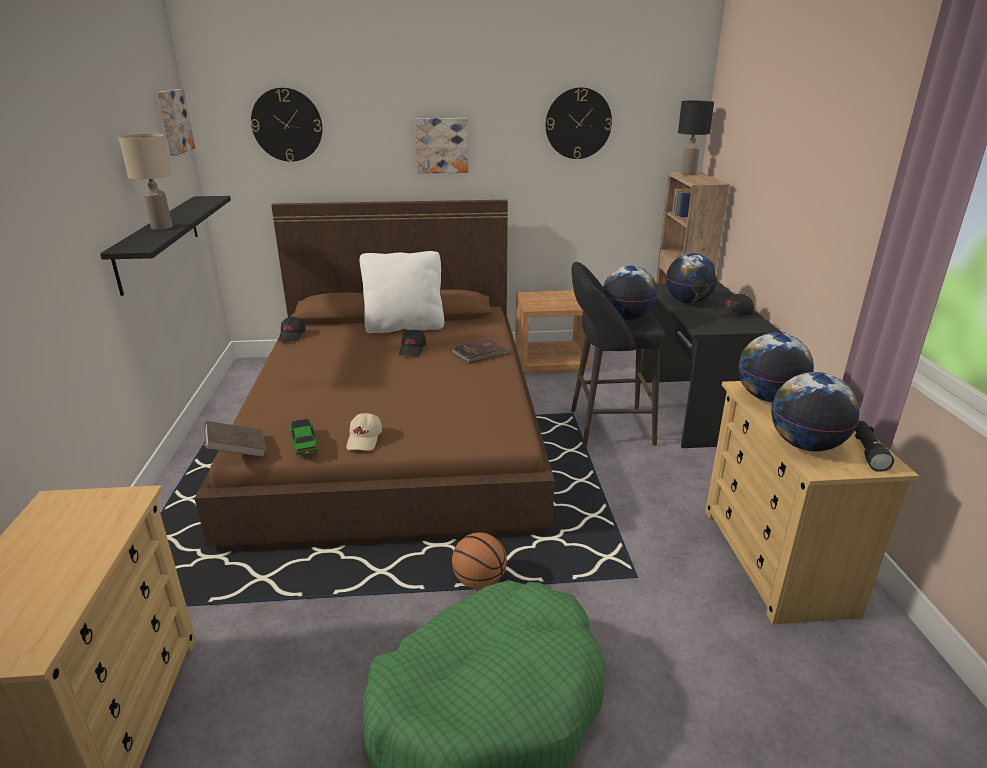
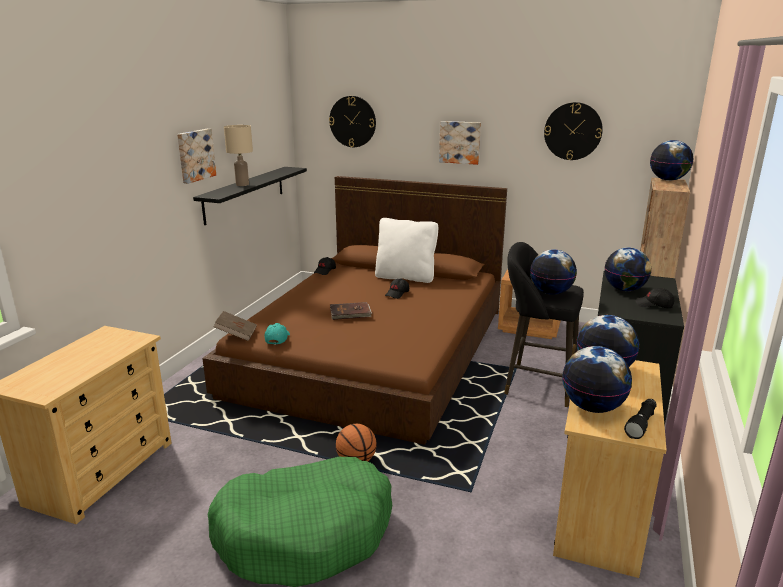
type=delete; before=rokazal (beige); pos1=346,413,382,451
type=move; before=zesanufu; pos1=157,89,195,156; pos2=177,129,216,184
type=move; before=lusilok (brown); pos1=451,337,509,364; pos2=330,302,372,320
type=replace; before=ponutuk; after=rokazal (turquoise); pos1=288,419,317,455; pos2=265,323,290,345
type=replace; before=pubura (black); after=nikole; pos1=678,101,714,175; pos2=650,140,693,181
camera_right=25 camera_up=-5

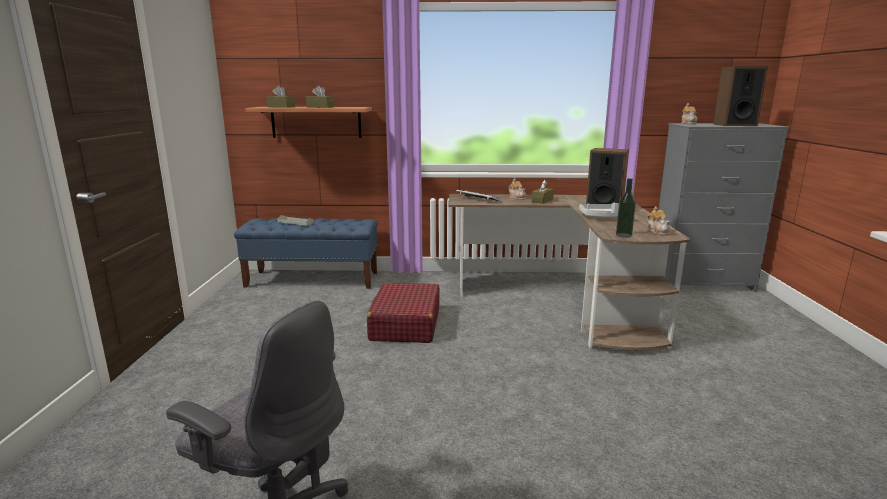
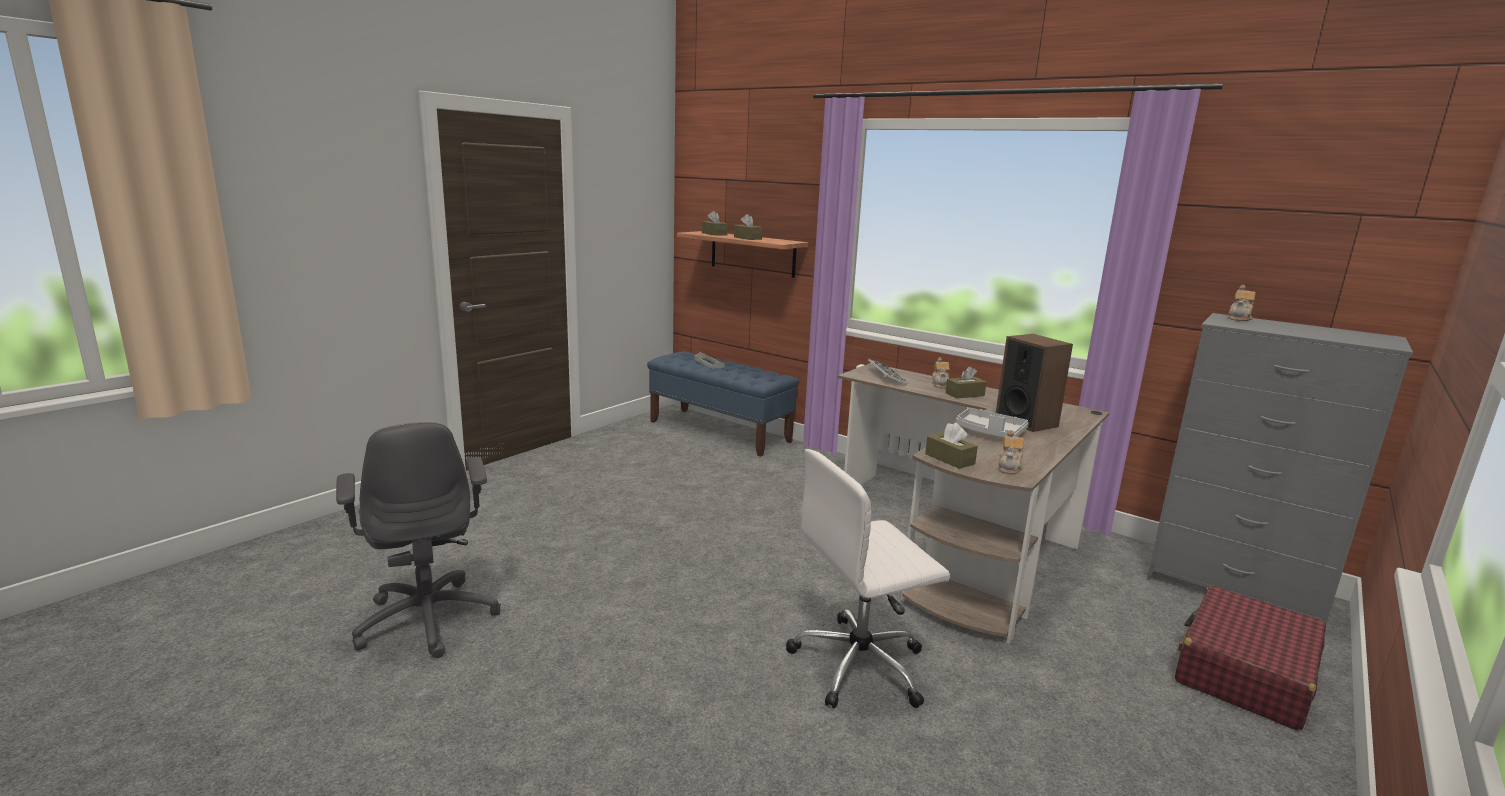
type=delete; before=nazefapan; pos1=713,67,768,126
type=insert; after=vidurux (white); pos2=786,449,950,709
type=move; before=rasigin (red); pos1=367,283,440,343; pos2=1175,586,1326,731
type=replace; before=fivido; after=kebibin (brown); pos1=616,178,636,238; pos2=925,422,978,469
camera_right=35 camera_up=0

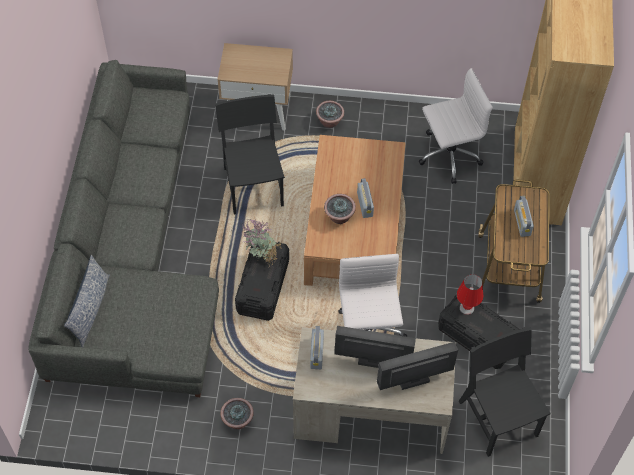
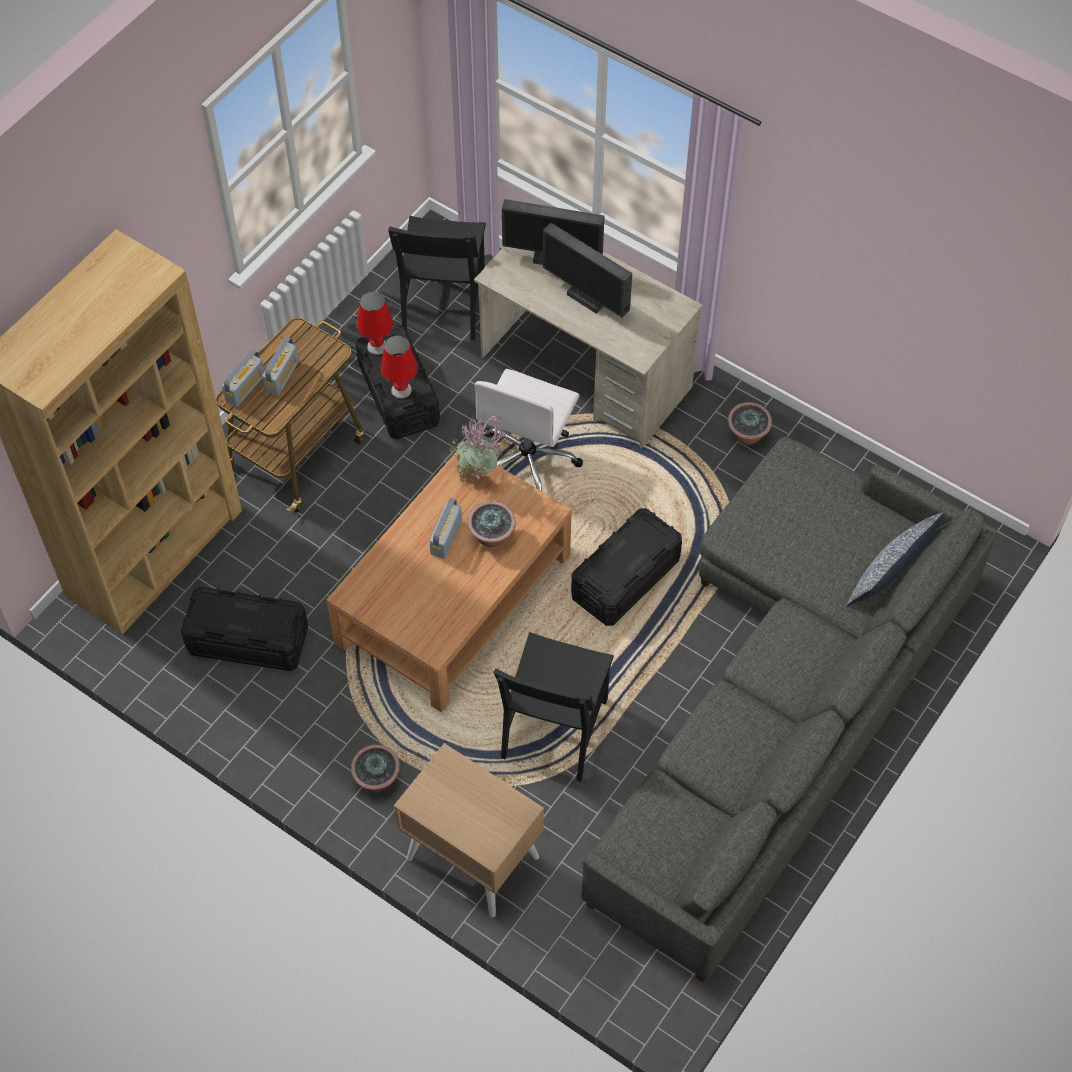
type=insert; after=pubura (red); pos2=357,291,393,355
type=move; before=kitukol; pos1=241,219,282,267; pos2=449,415,507,488
type=move; before=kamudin; pos1=310,326,324,369; pos2=222,349,265,407
type=replace; before=vidurux (white); after=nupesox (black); pos1=419,68,492,184; pos2=181,587,308,671
camera_right=-150 camera_up=0

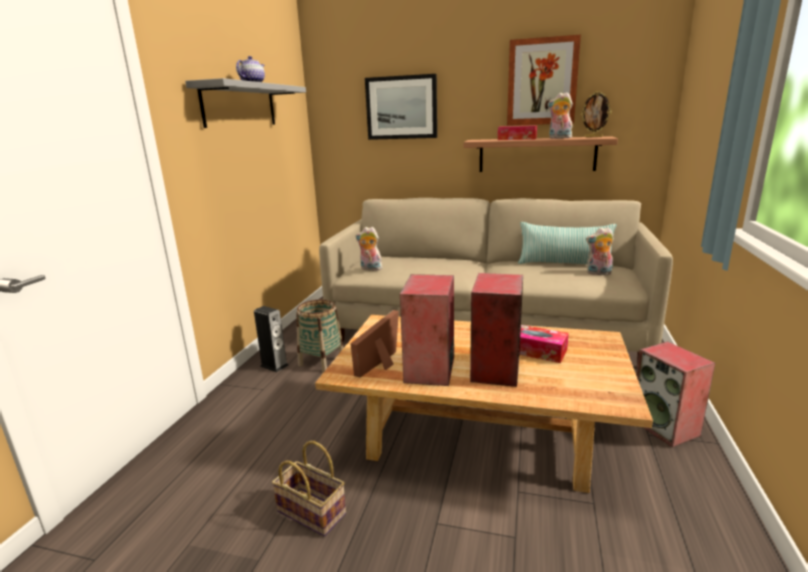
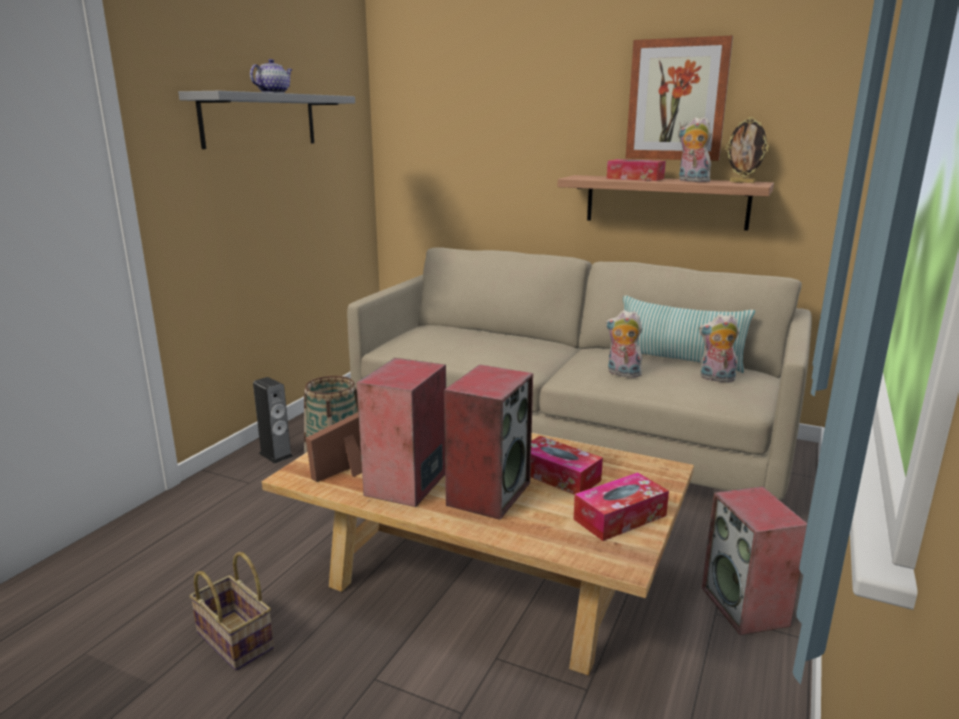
type=delete; before=zesanufu; pos1=365,74,437,140
type=insert; after=kebibin; pos2=574,472,669,541
type=move; before=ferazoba; pos1=356,227,382,271; pos2=606,310,644,378
camera_right=10 camera_up=0

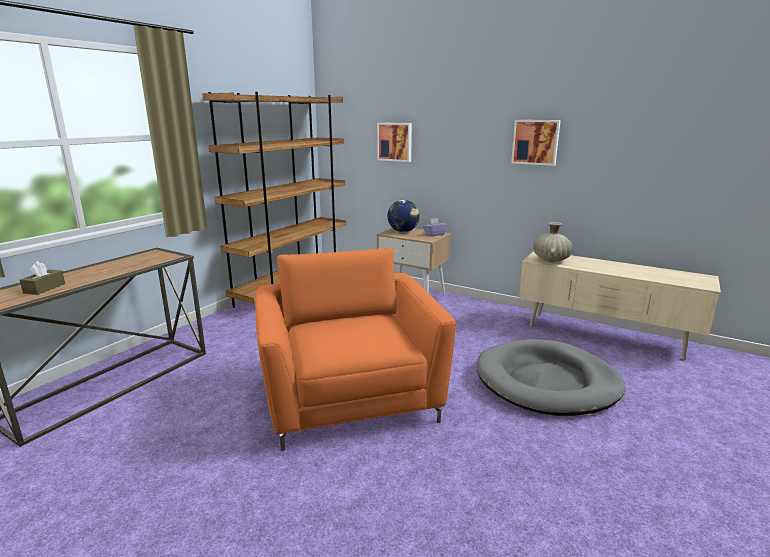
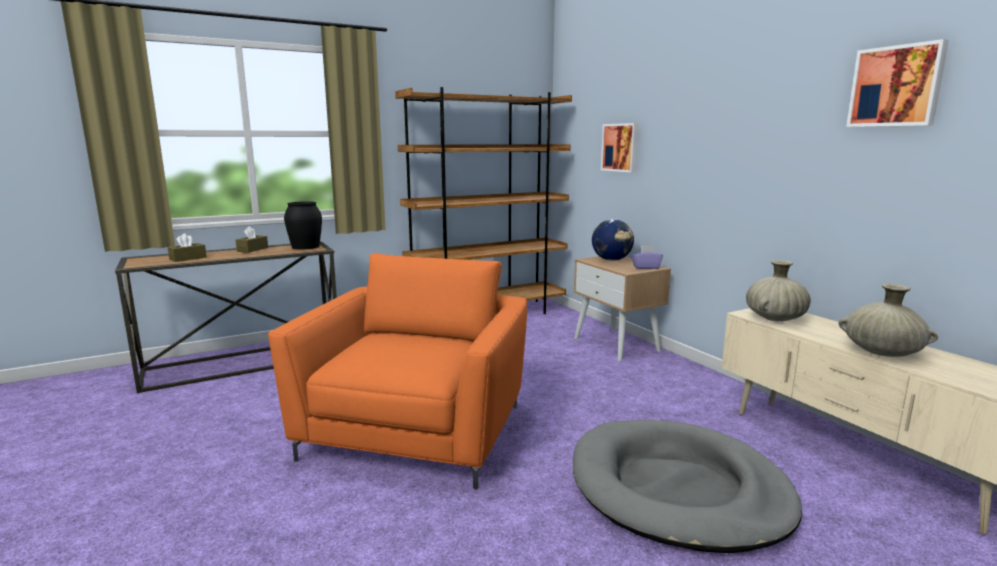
type=insert; after=kebibin (brown); pos2=236,226,268,253
type=insert; after=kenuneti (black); pos2=284,201,322,250
type=insert; after=kenuneti (beige); pos2=839,284,938,357
type=move; before=zesanufu; pos1=511,120,561,166; pos2=846,39,949,127
camera_right=30 camera_up=-5

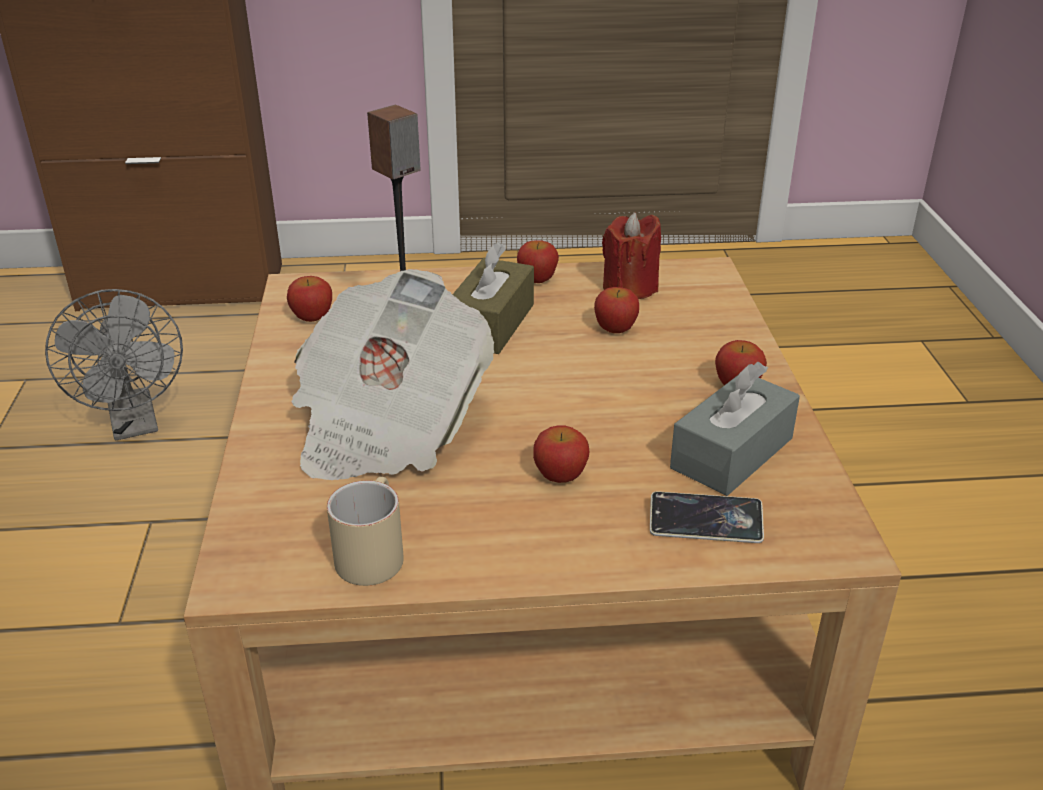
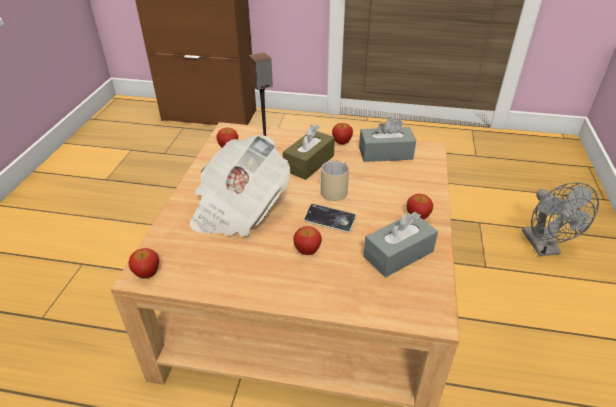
type=move; before=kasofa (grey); pos1=45,289,183,440; pos2=522,182,599,256
type=move; before=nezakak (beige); pos1=327,477,404,586; pos2=321,160,349,201
type=move; before=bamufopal; pos1=594,287,639,333; pos2=128,248,159,279
type=move; before=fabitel; pos1=650,492,764,543; pos2=304,204,356,233
type=replace; before=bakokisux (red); after=kebibin (grey); pos1=602,212,661,299; pos2=359,116,416,162
camera_right=15 camera_up=5

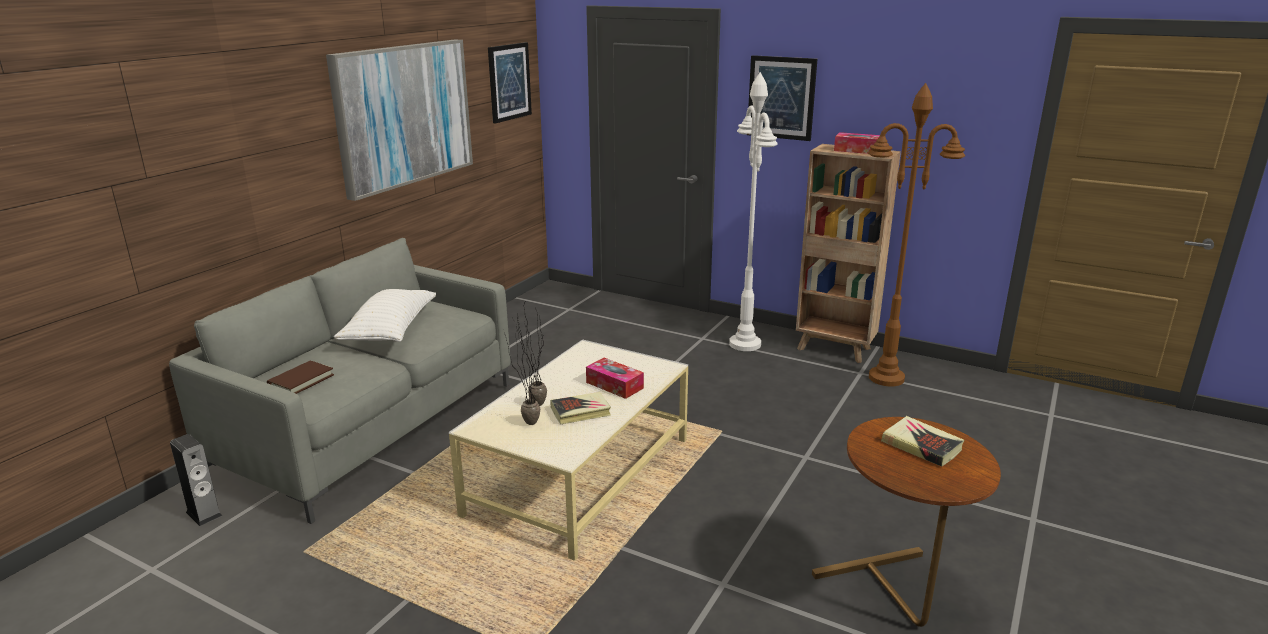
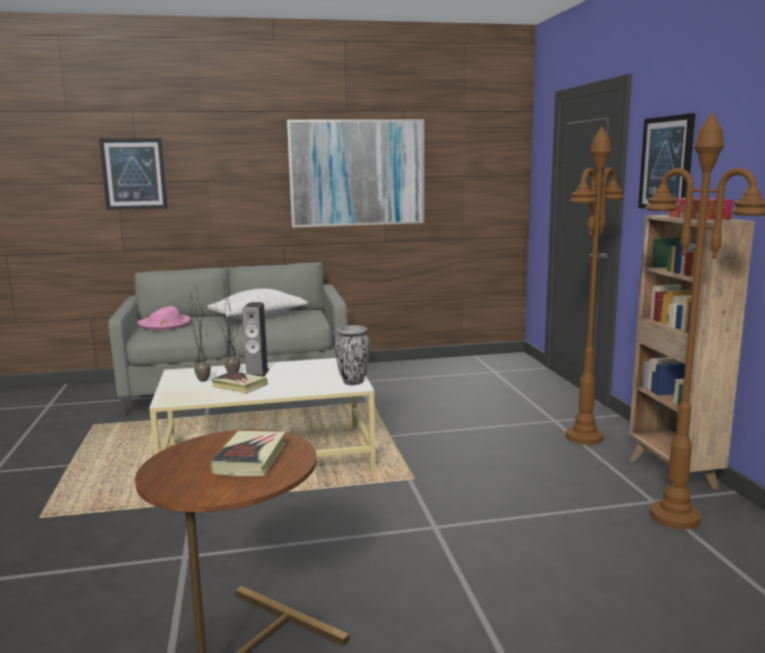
type=delete; before=kebibin; pos1=586,358,644,399
type=insert; after=kenuneti; pos2=335,325,370,385
type=move; before=nazefapan; pos1=170,434,222,526; pos2=242,302,269,377
type=move; before=zesanufu; pos1=488,42,532,123; pos2=99,138,168,210
type=replace; before=lusilok (brown); after=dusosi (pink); pos1=267,360,334,394; pos2=137,306,191,330
type=recolor; before=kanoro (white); after=kanoro (brown); pos1=729,72,778,351; pos2=566,126,625,445
camera_right=50 camera_up=-10

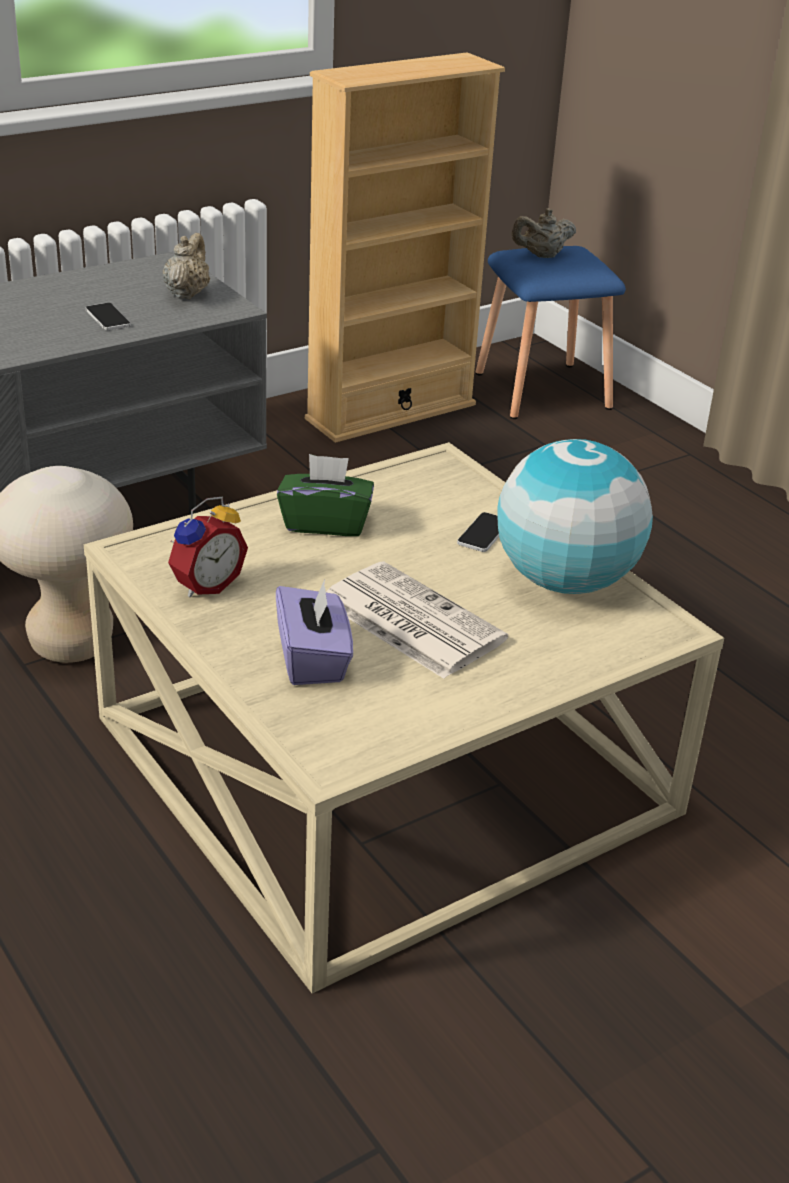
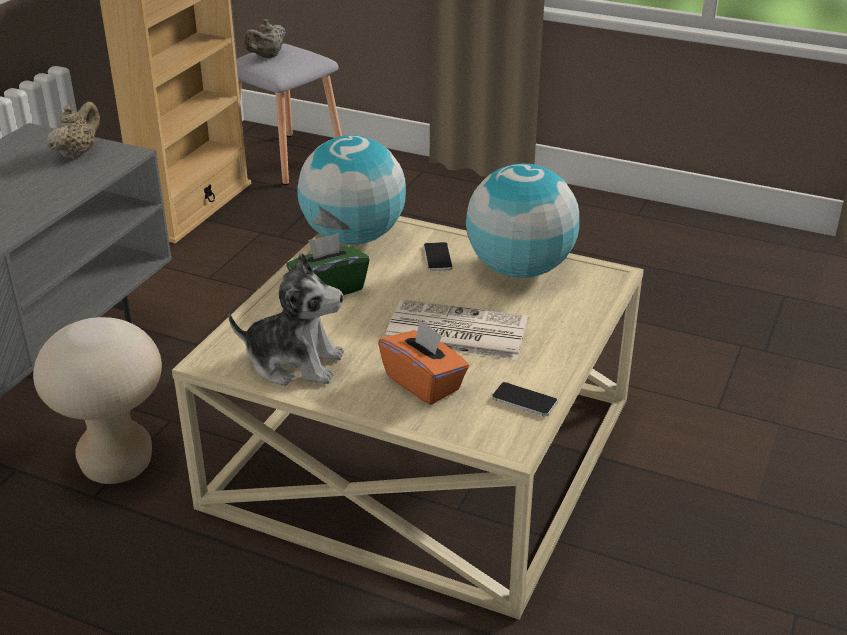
type=insert; after=nikole; pos2=297,135,406,245
type=move; before=fabitel; pos1=86,303,131,330; pos2=492,382,558,417
type=replace; before=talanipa; after=ferazoba; pos1=168,497,248,597; pos2=228,253,344,386
type=recolor; before=kebibin (purple); after=kebibin (orange); pos1=276,579,353,685; pos2=378,320,469,405
type=recolor; before=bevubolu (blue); after=bevubolu (grey); pos1=476,246,626,419; pos2=236,43,342,185
type=rotate; before=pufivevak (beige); pos1=163,233,210,300; pos2=47,102,100,159; turn=45
camera_right=-30 camera_up=0

